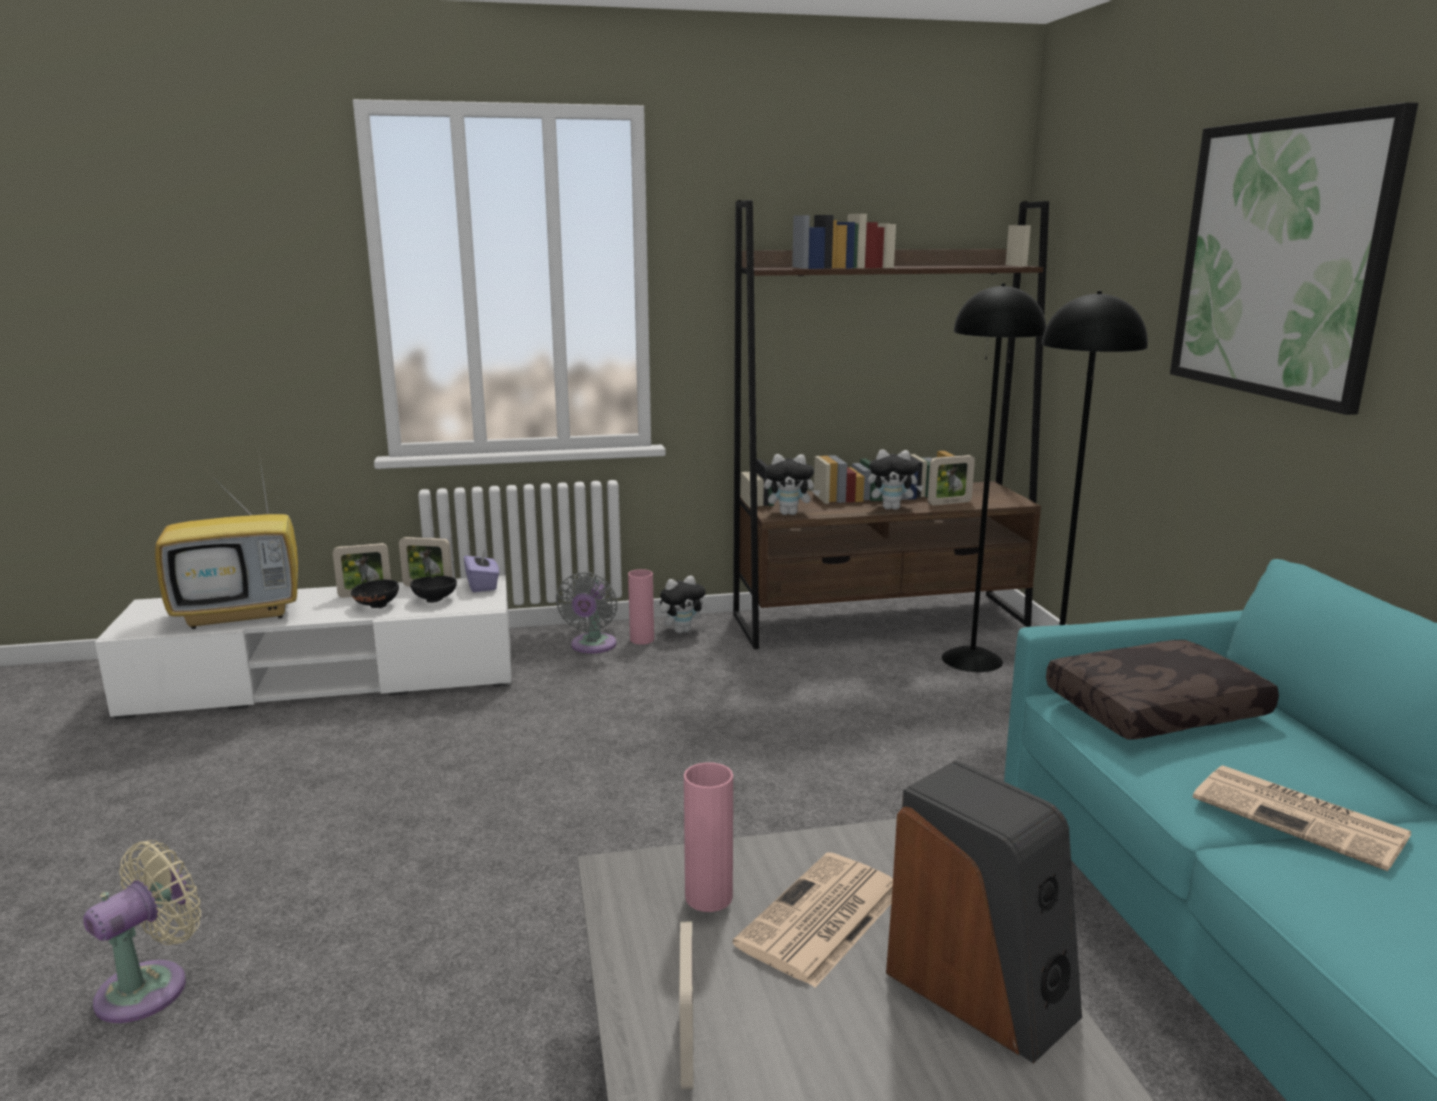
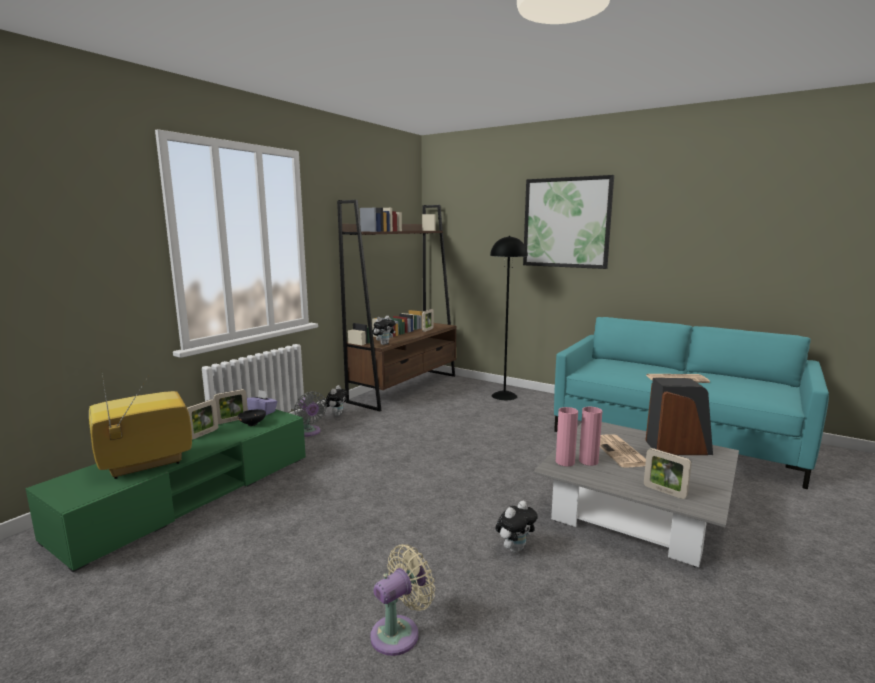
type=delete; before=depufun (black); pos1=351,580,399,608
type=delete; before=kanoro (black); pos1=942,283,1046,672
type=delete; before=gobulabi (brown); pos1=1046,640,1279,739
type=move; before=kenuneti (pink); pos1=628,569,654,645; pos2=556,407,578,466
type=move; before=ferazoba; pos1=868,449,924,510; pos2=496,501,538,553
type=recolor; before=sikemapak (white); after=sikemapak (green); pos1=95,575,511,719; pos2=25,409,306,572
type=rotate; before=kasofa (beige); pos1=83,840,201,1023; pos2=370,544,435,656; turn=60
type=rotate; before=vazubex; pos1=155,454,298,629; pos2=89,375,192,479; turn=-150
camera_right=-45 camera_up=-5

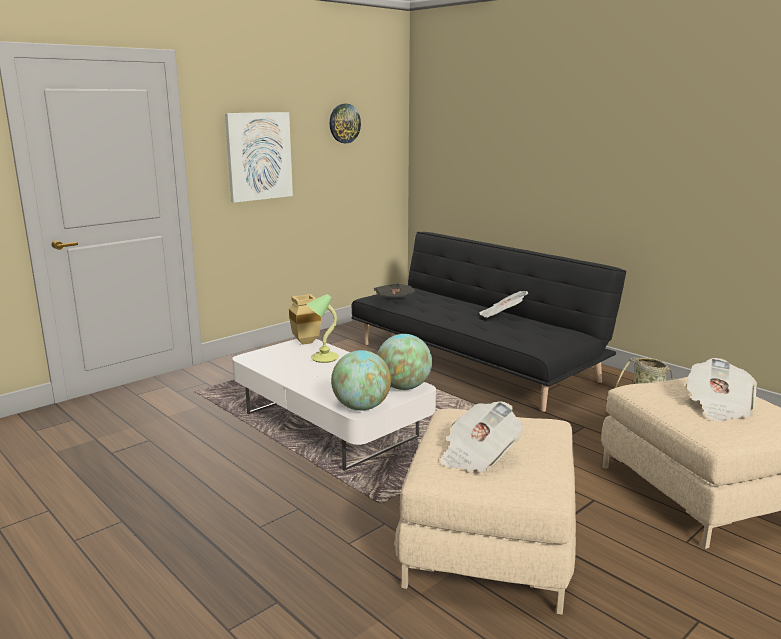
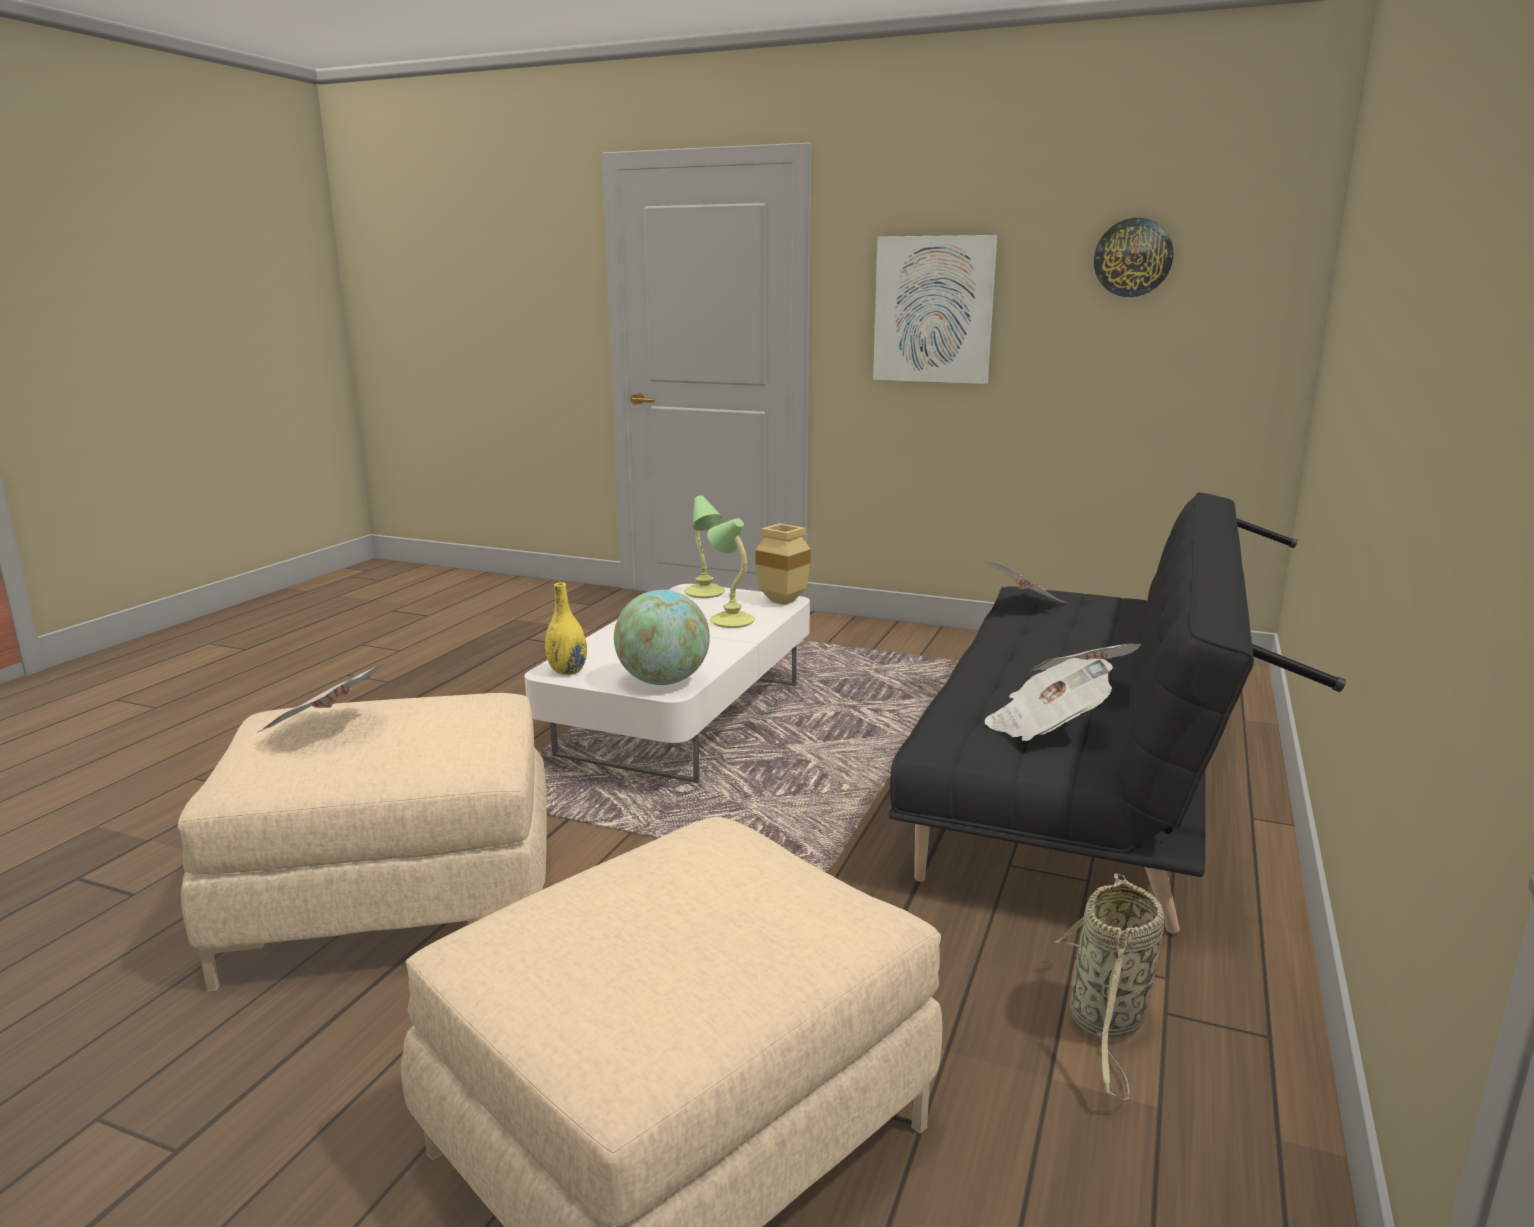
type=insert; after=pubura; pos2=684,495,725,598
type=move; before=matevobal; pos1=685,358,757,421; pos2=985,658,1113,741
type=replace; before=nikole; after=kenuneti (yellow); pos1=331,350,391,411; pos2=545,582,587,675
camera_right=65 camera_up=0

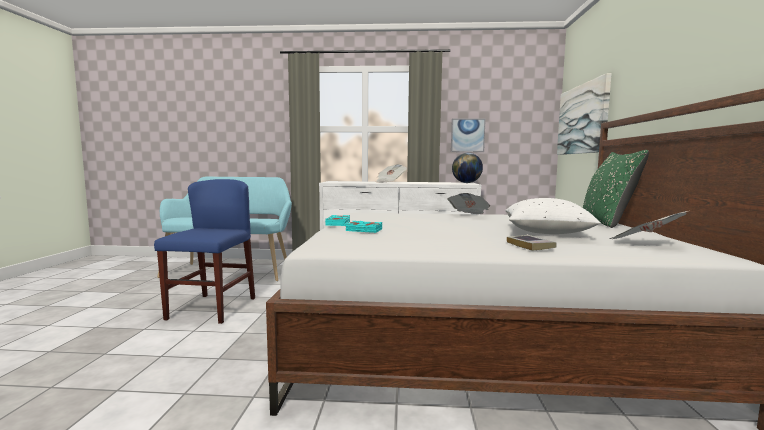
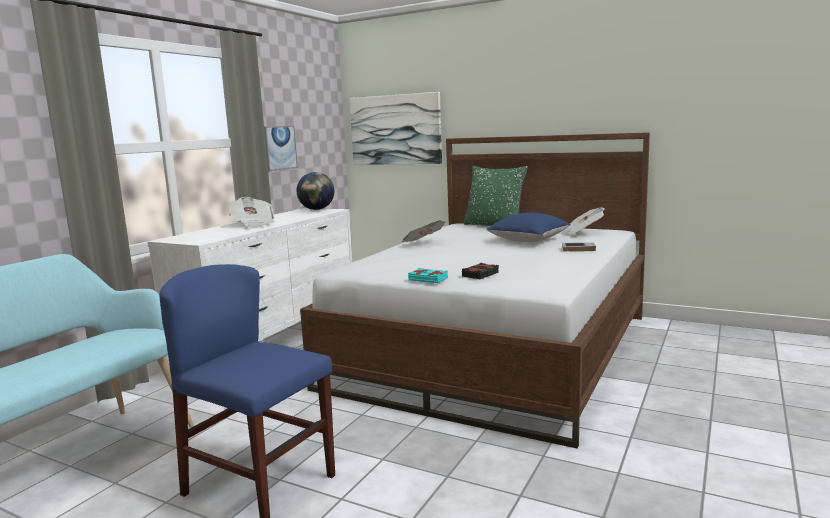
type=recolor; before=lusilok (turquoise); after=lusilok (black); pos1=346,221,382,233; pos2=462,263,499,279
type=recolor; before=gobulabi (white); after=gobulabi (blue); pos1=505,198,601,234; pos2=486,212,571,242
camera_right=-65 camera_up=5

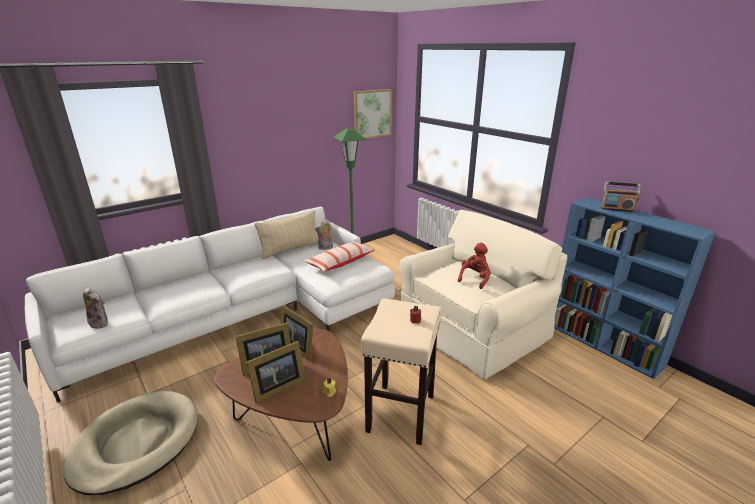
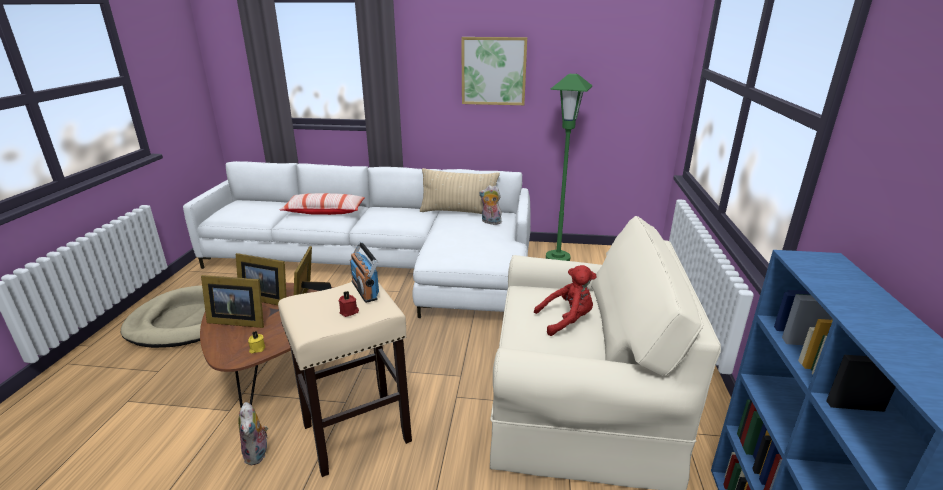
type=move; before=ferazoba; pos1=83,287,108,329; pos2=238,402,269,465
type=move; before=gobulabi; pos1=304,242,375,272; pos2=279,193,365,215
type=move; before=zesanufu; pos1=354,89,392,139; pos2=461,37,527,105
type=move; before=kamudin; pos1=601,182,641,212; pos2=350,242,379,303
camera_right=45 camera_up=0

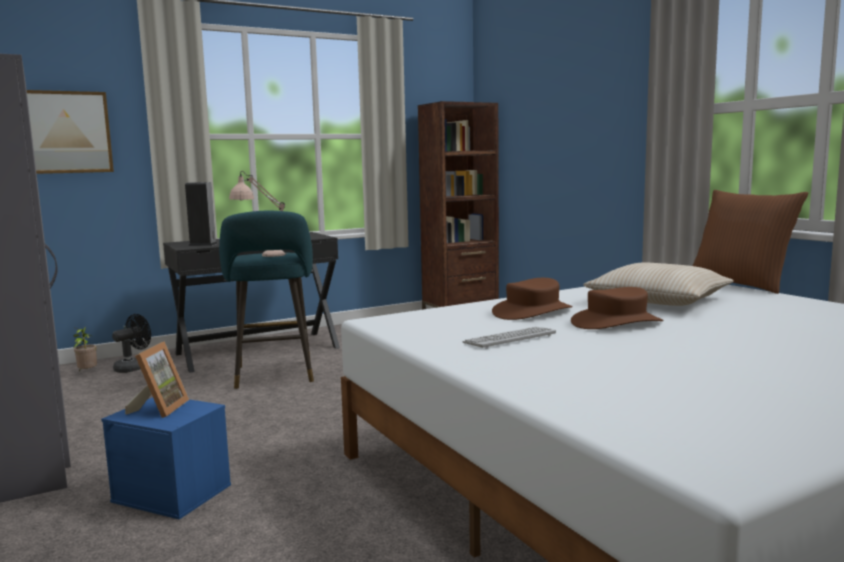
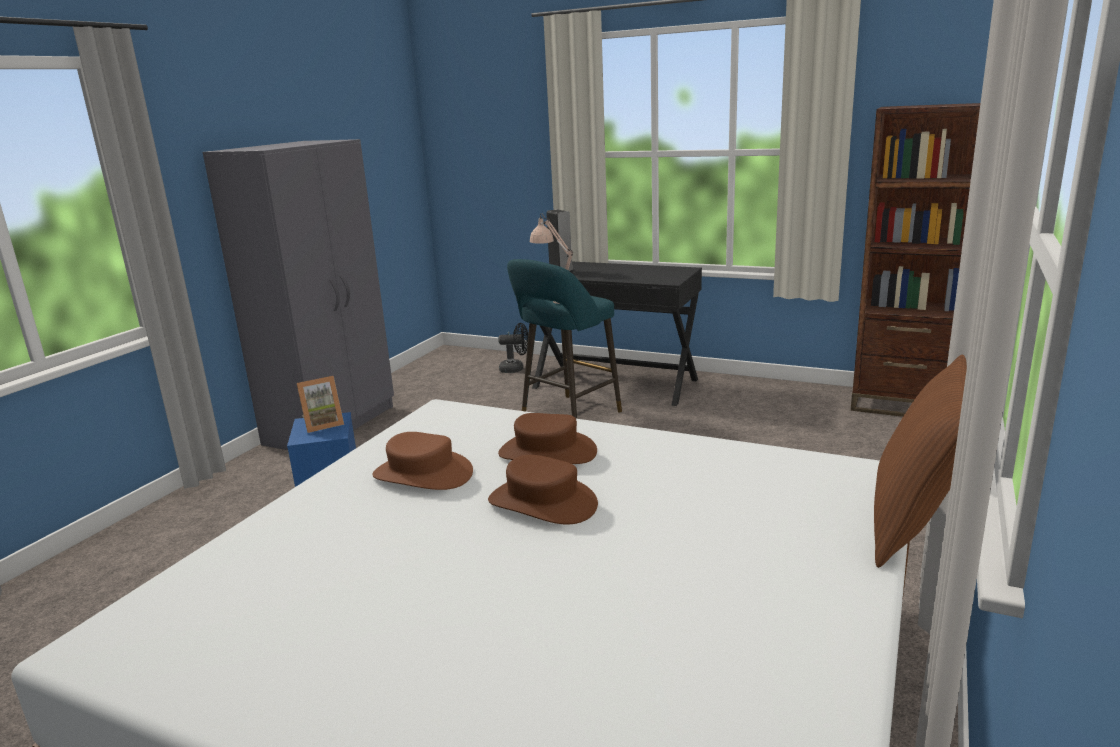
type=delete; before=zesanufu; pos1=27,90,114,174
type=delete; before=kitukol; pos1=74,326,97,372
type=delete; before=gobulabi (beige); pos1=583,263,734,306
type=replace; before=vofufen; after=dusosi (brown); pos1=462,327,556,349; pos2=372,432,473,490
camera_right=55 camera_up=10

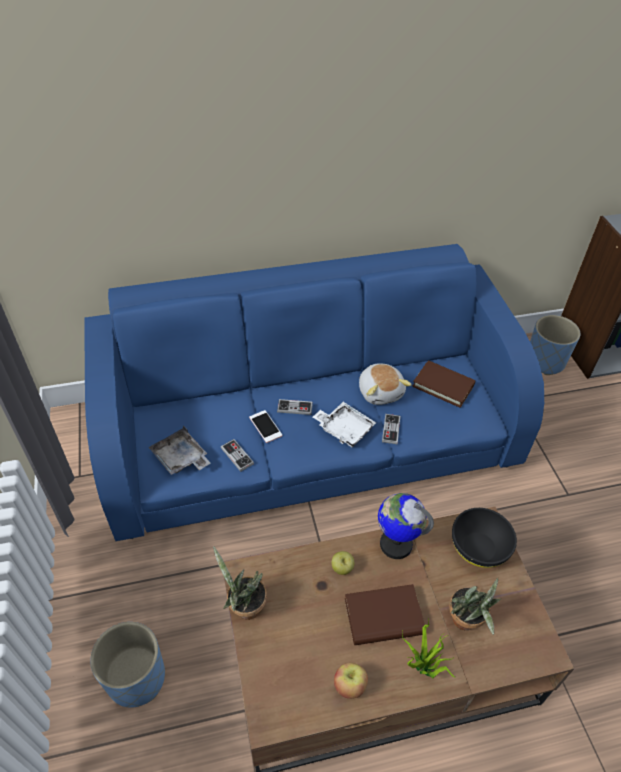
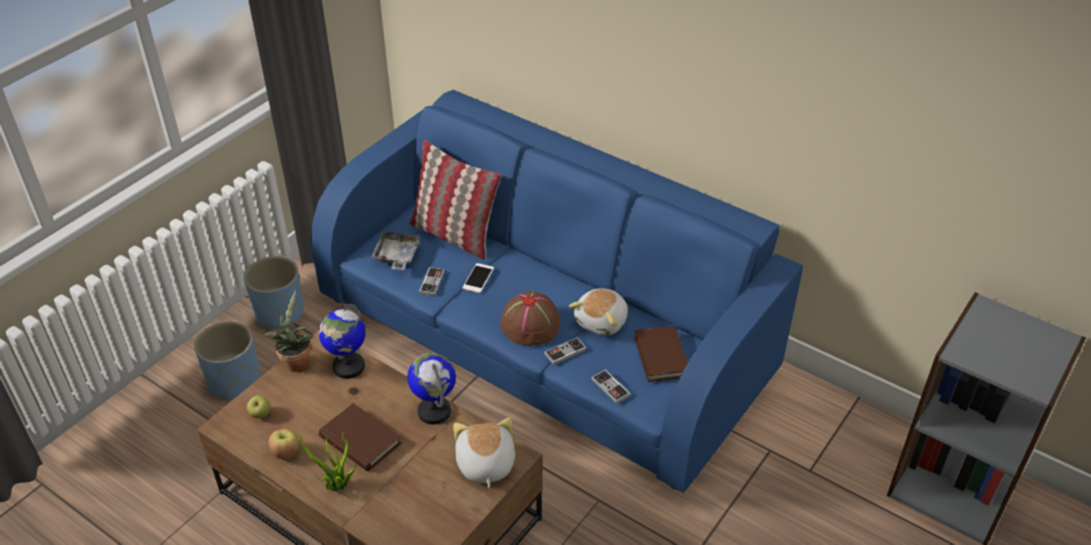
type=delete; before=kitukol; pos1=449,578,501,635
type=insert; after=nikole; pos2=319,304,366,379
type=insert; after=gobulabi; pos2=409,140,501,259
type=move; before=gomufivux; pos1=277,399,313,415; pos2=591,369,631,404
type=move; before=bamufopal; pos1=332,551,354,575; pos2=247,395,271,418
type=move; before=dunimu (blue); pos1=530,315,581,375; pos2=244,256,304,329
type=replace; before=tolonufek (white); after=dusosi (brown); pos1=313,402,376,447; pos2=500,291,560,346
type=replace; before=depufun (black); after=ferazoba; pos1=452,508,517,568; pos2=453,417,515,488
camera_right=50 camera_up=-5

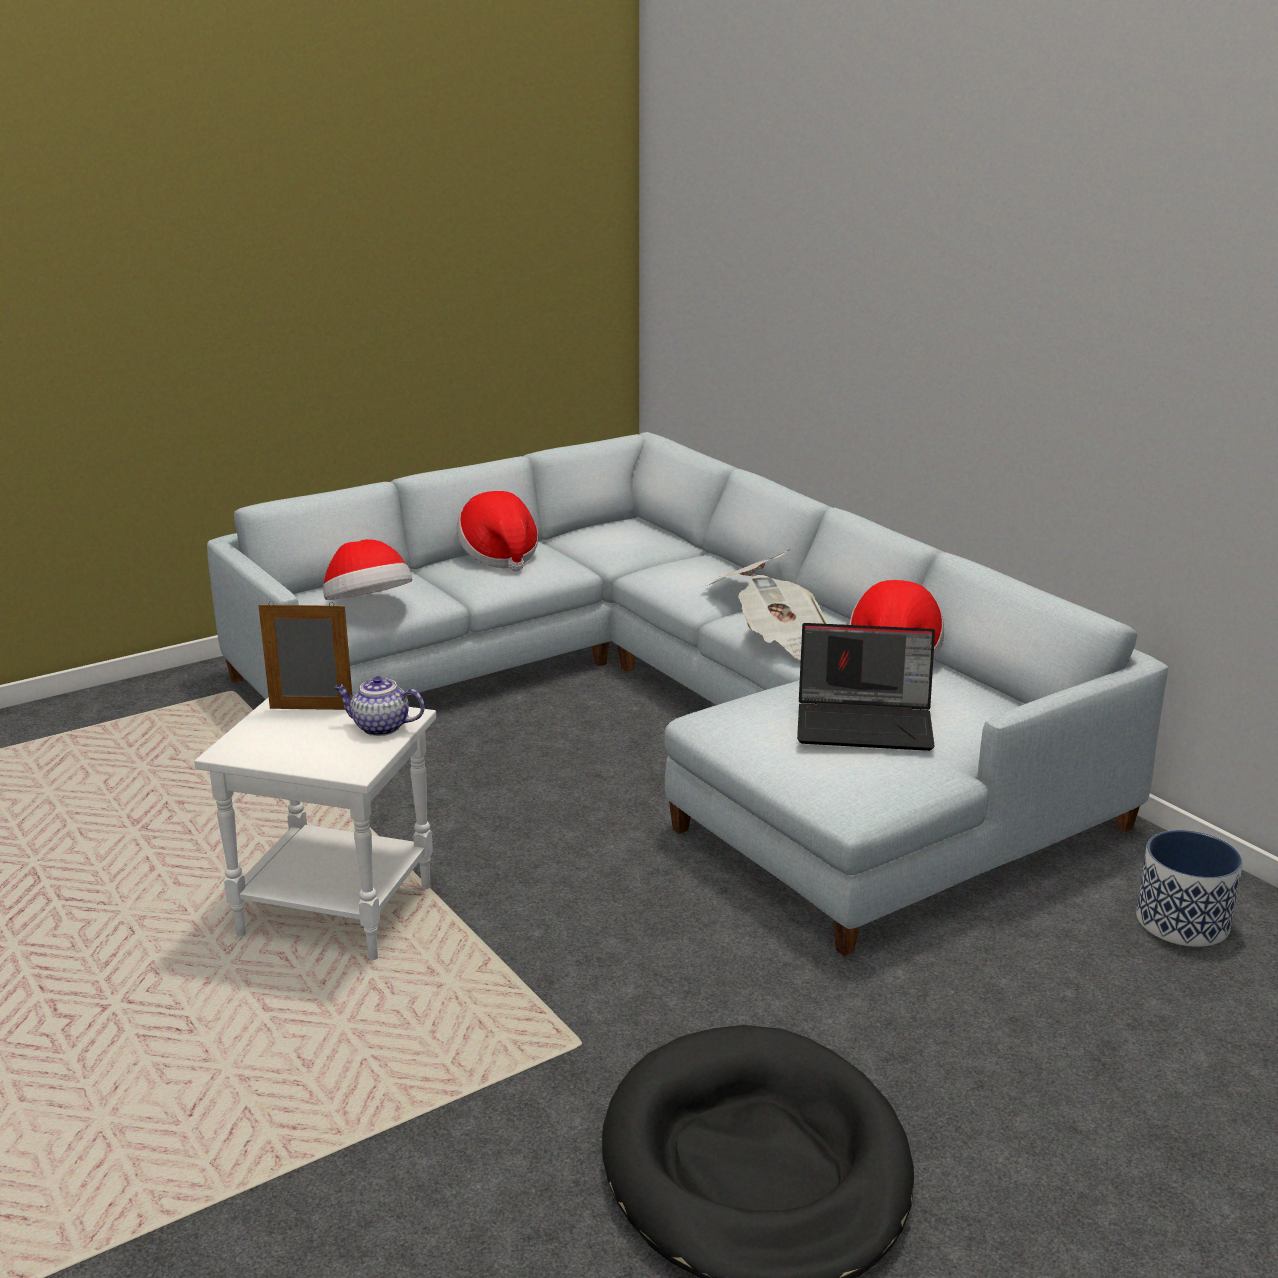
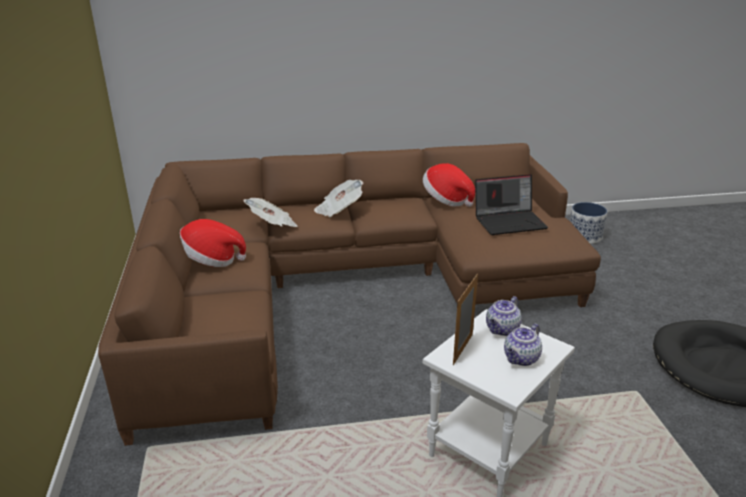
type=delete; before=dusosi; pos1=323,539,412,600
type=insert; after=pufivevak; pos2=504,324,542,366
type=move; before=matevobal; pos1=738,575,828,660; pos2=243,198,298,227
type=recolor; before=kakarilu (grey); after=kakarilu (brown); pos1=207,432,1168,956; pos2=98,143,601,446
type=rotate; before=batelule; pos1=797,623,935,751; pos2=475,174,548,235; turn=45
camera_right=-65 camera_up=5

